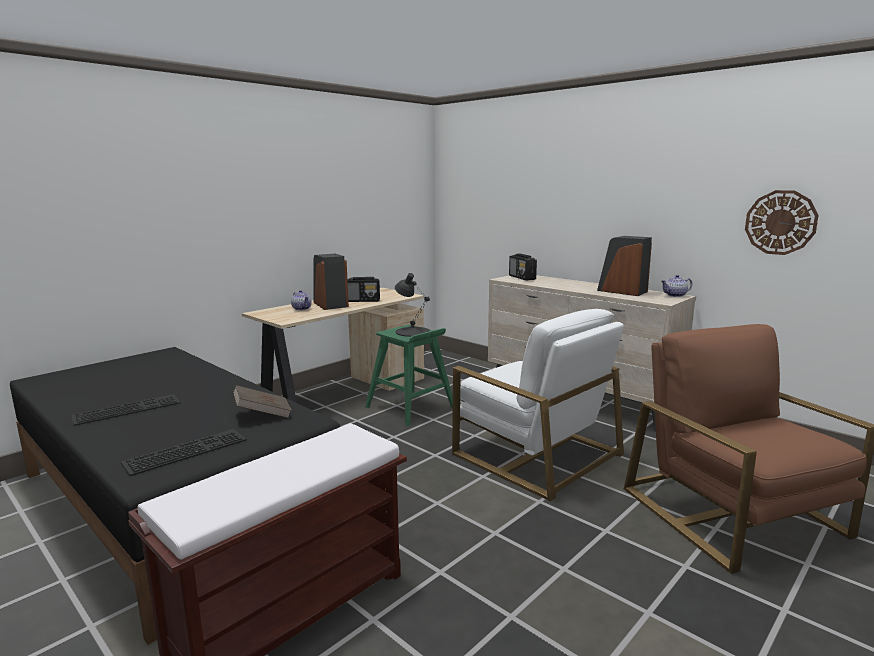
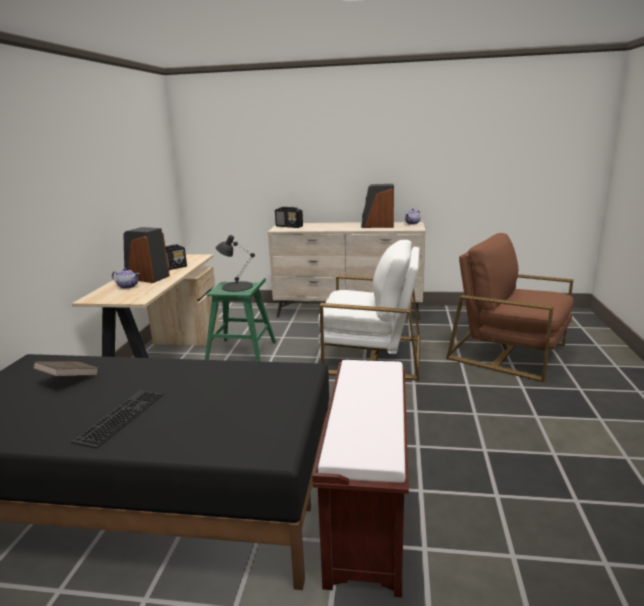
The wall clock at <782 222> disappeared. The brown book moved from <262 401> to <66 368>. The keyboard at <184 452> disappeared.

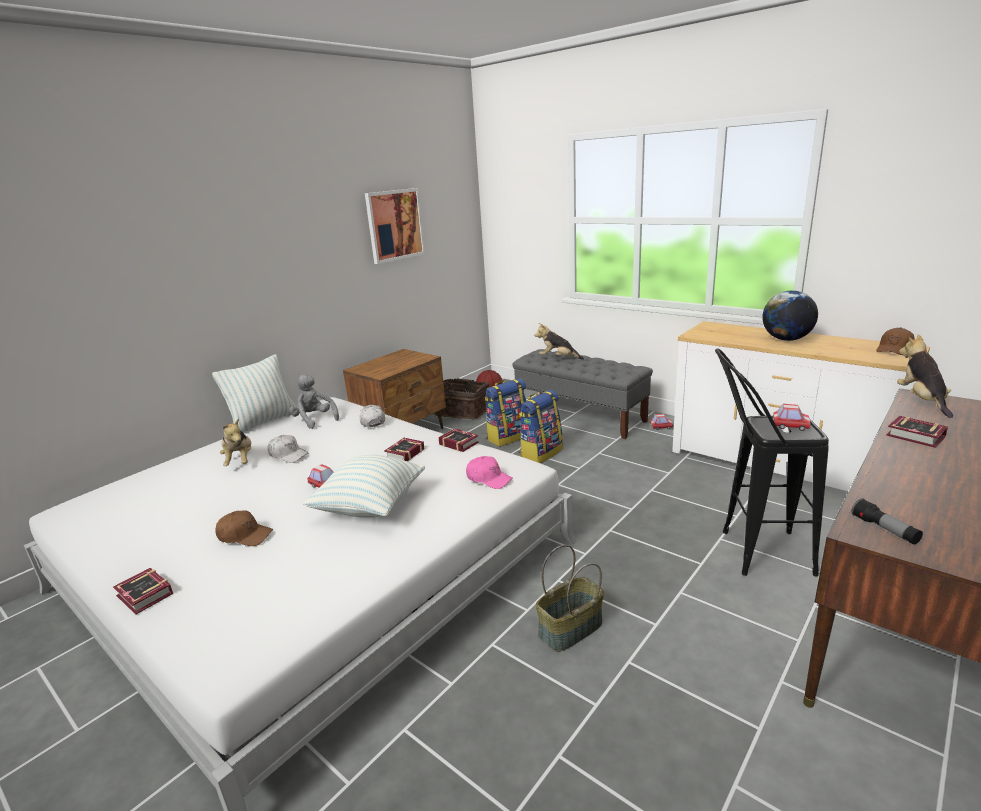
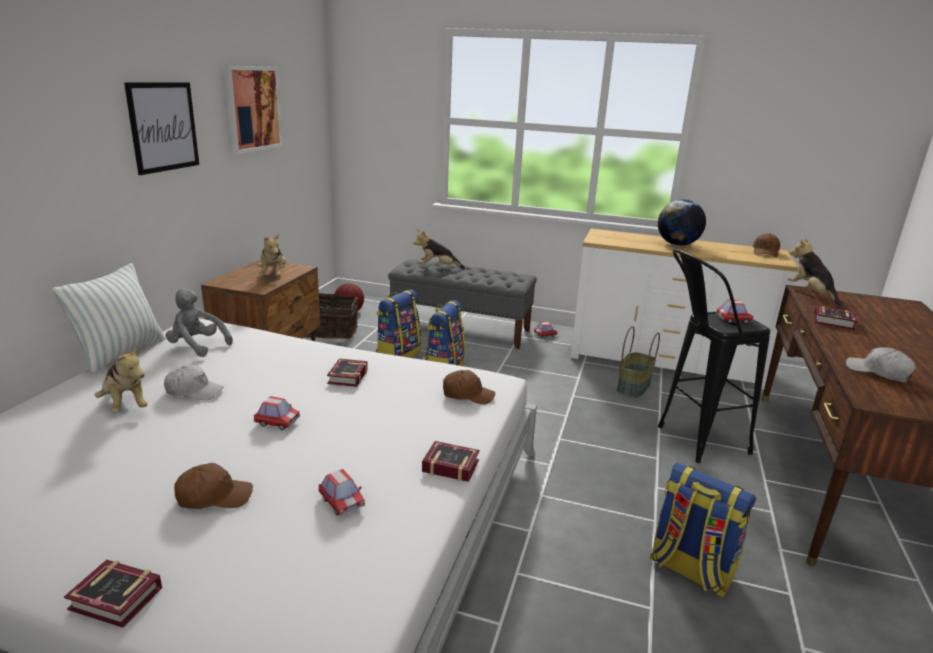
The white cap moved from <373 416> to <881 364>. The book moved from <459 440> to <451 461>. The pillow at <364 486> disappeared. The pink cap at <489 472> became the brown cap at <469 387>. The flashlight at <887 521> disappeared. The basket moved from <569 598> to <638 362>. The picture at <161 128> appeared. The plush toy at <272 255> appeared. The backpack at <703 530> appeared. The toy car at <341 492> appeared.

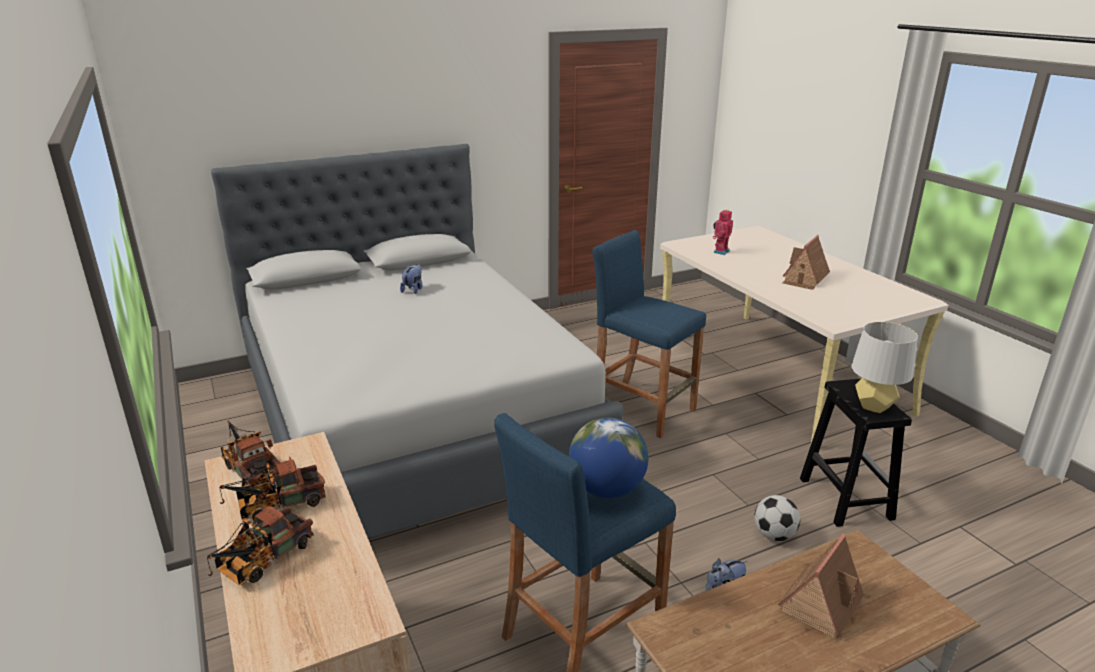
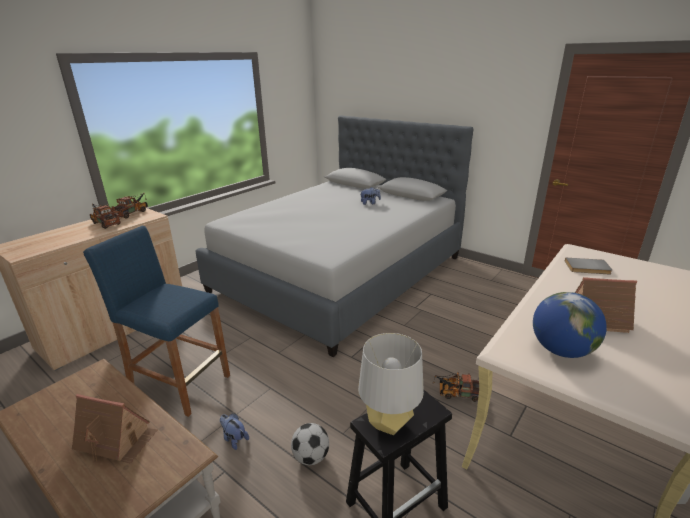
The toy robot at <723 232> was replaced by the grey book at <588 265>. The blue stool at <649 334> disappeared. The globe moved from <608 458> to <570 325>. The toy truck moved from <260 545> to <455 387>.

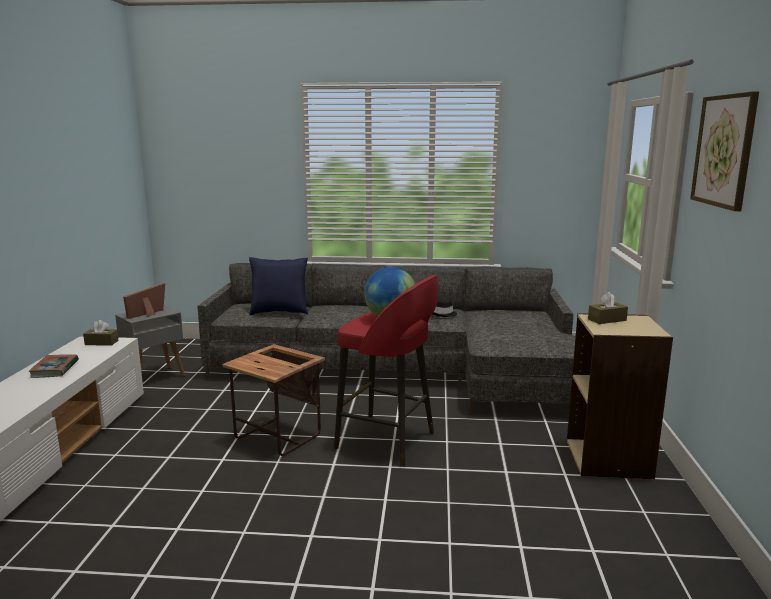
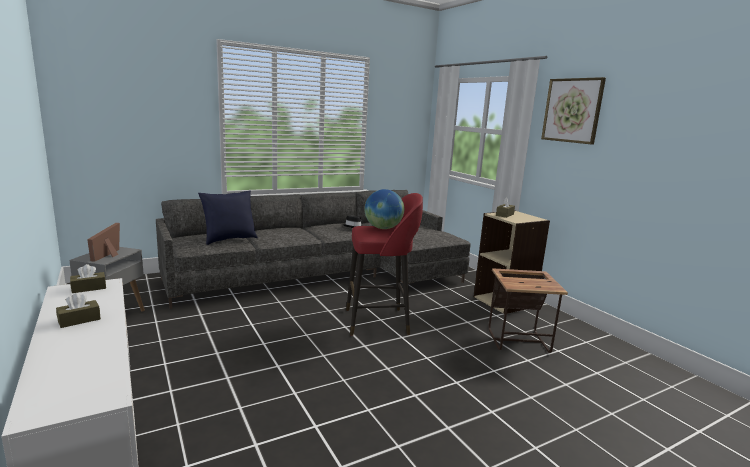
The side table moved from <273 400> to <528 310>. The book at <53 366> was replaced by the brown tissue box at <78 310>.

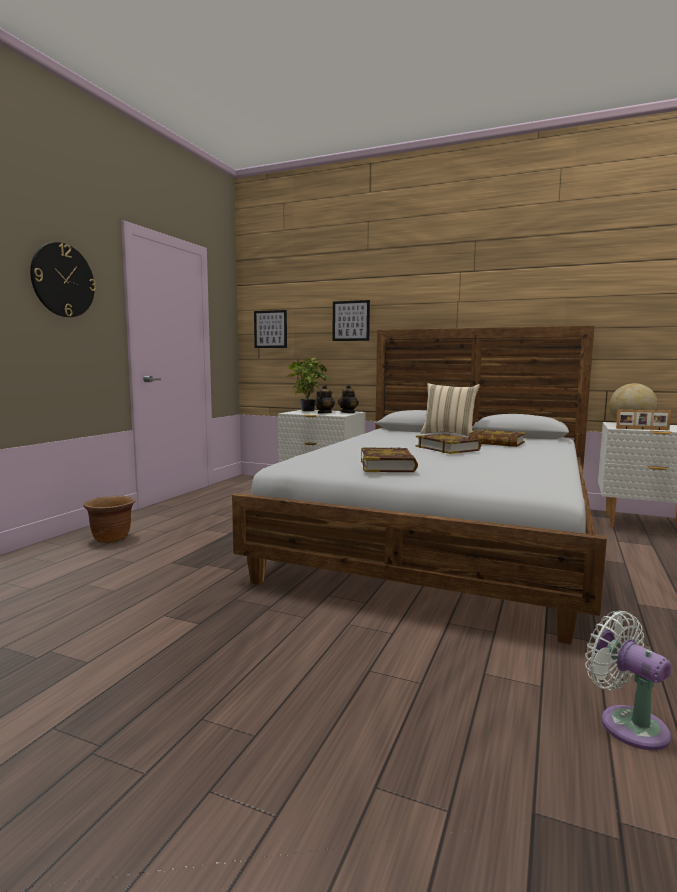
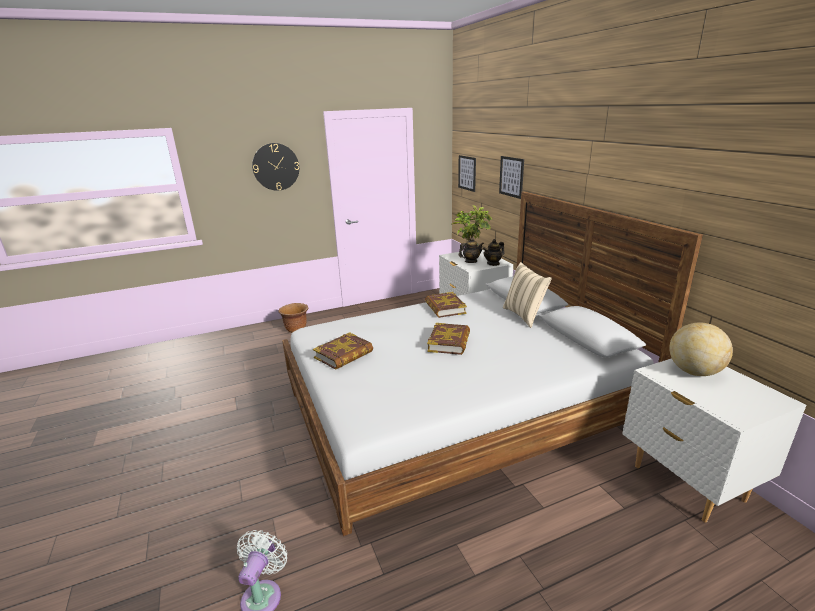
The picture frame at <643 420> disappeared. The book moved from <497 438> to <446 305>.

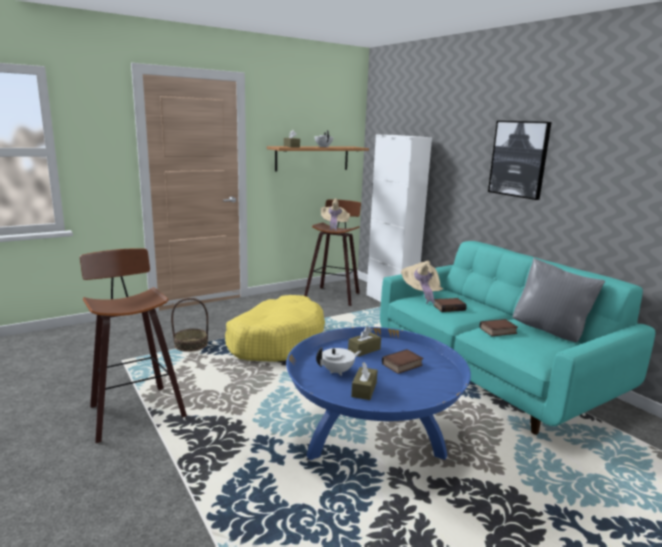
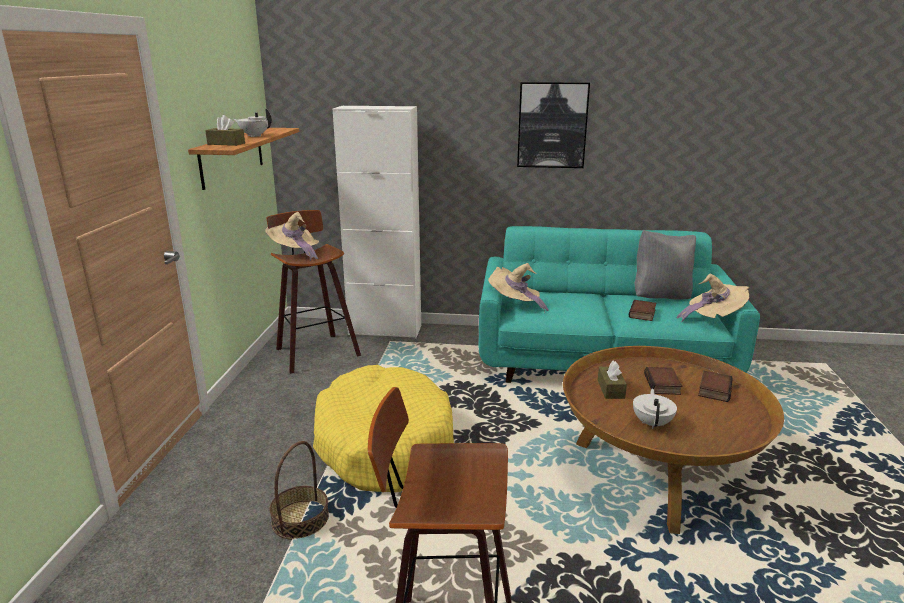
The book moved from <450 305> to <715 386>. The blue coffee table at <378 393> became the brown coffee table at <673 440>. The brown tissue box at <364 381> disappeared. The beige hat at <712 298> appeared.

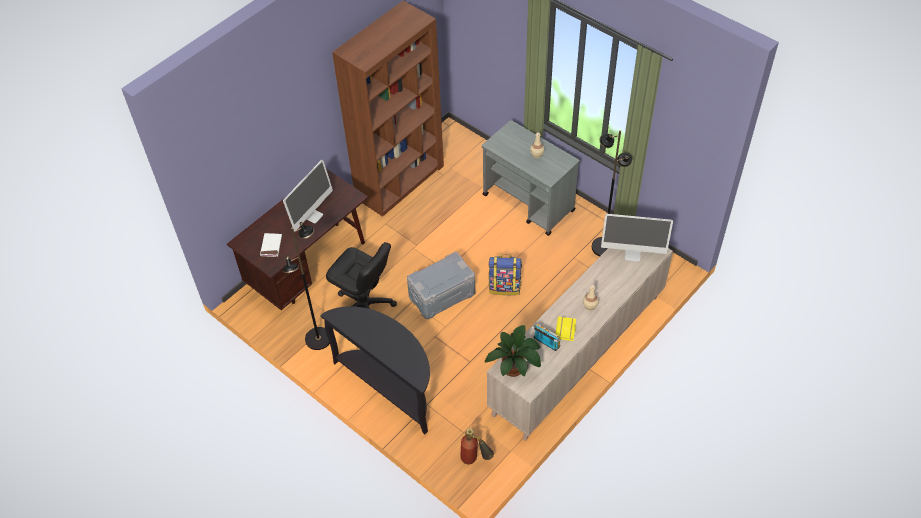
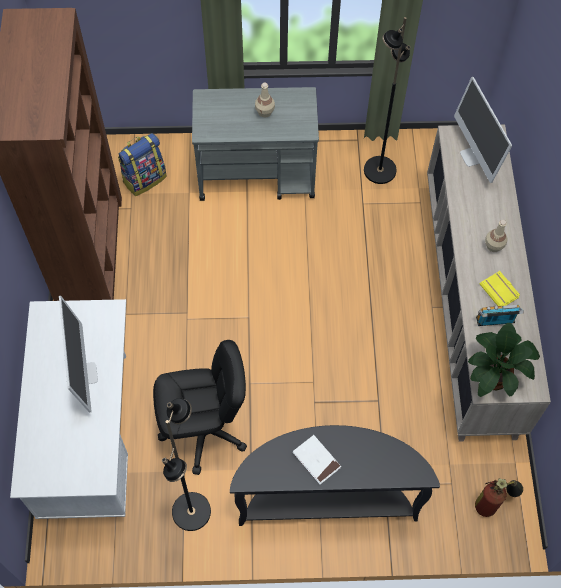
The brown desk at <297 239> became the white desk at <69 409>. The monitor at <637 238> turned 105 degrees clockwise. The white book moved from <271 245> to <317 459>. The grey storage box at <441 285> disappeared. The backpack moved from <505 274> to <142 164>.

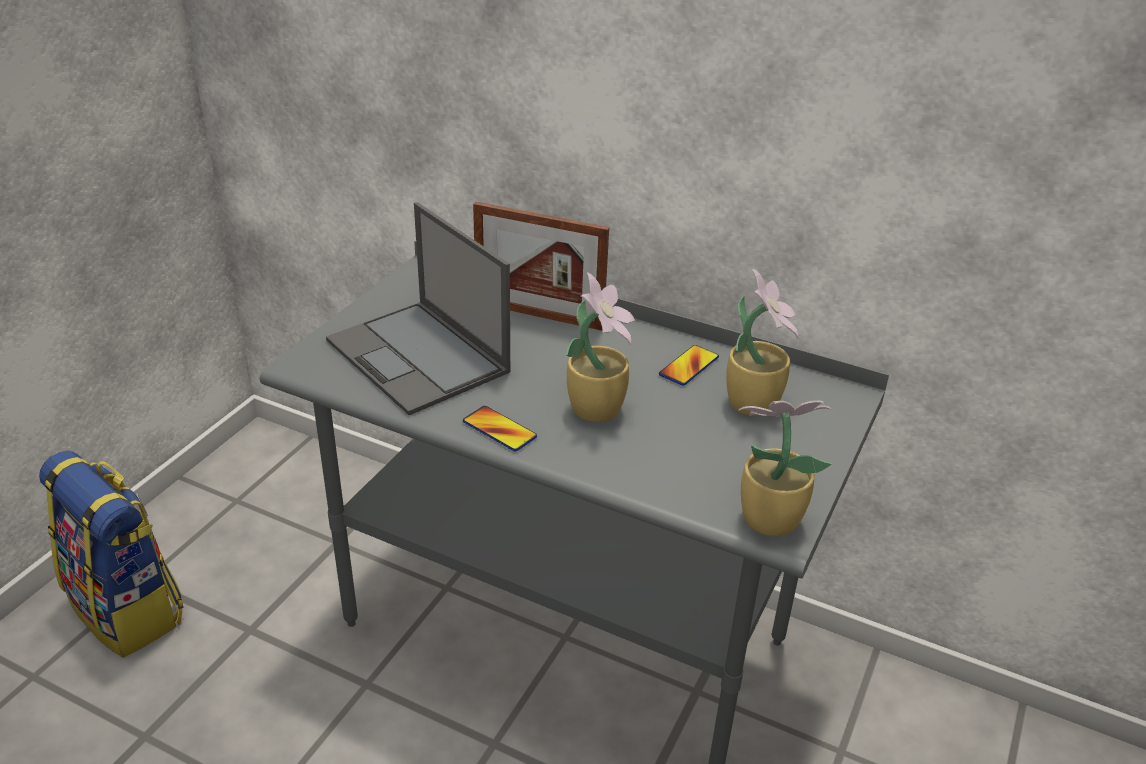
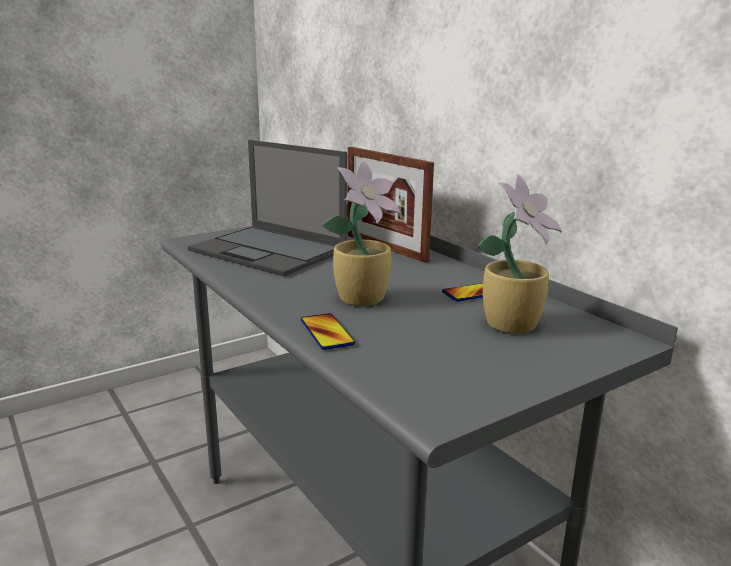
The laptop at <418 308> turned 45 degrees counterclockwise. The potted plant at <785 468> disappeared. The phone moved from <500 428> to <328 331>. The backpack at <111 554> disappeared.

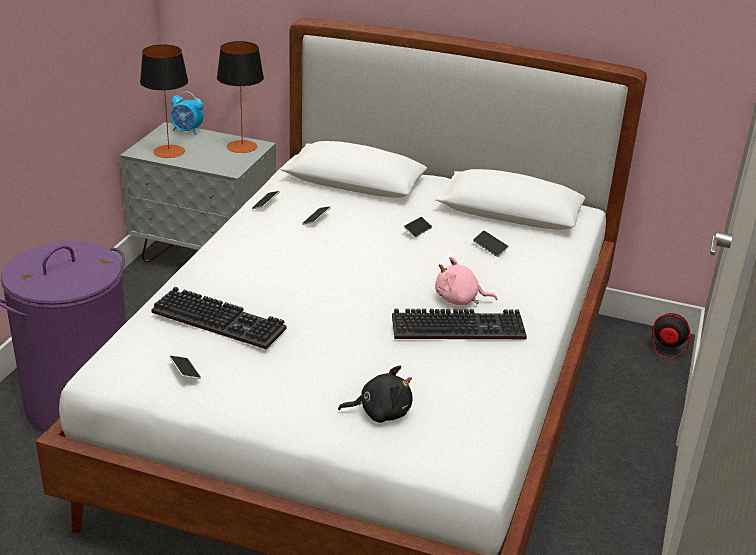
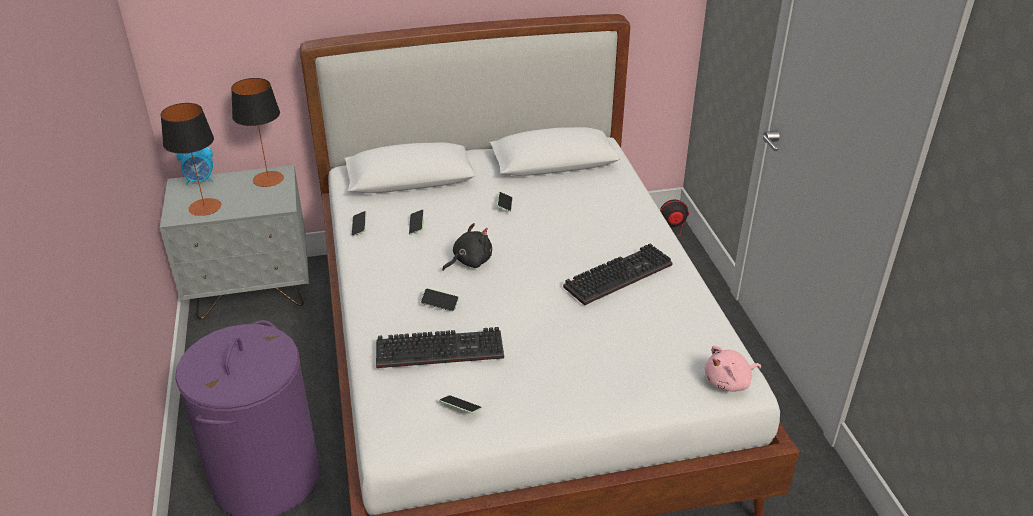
The phone moved from <491 243> to <440 300>. The pink plush toy moved from <466 280> to <733 369>. The black plush toy moved from <375 394> to <467 247>.

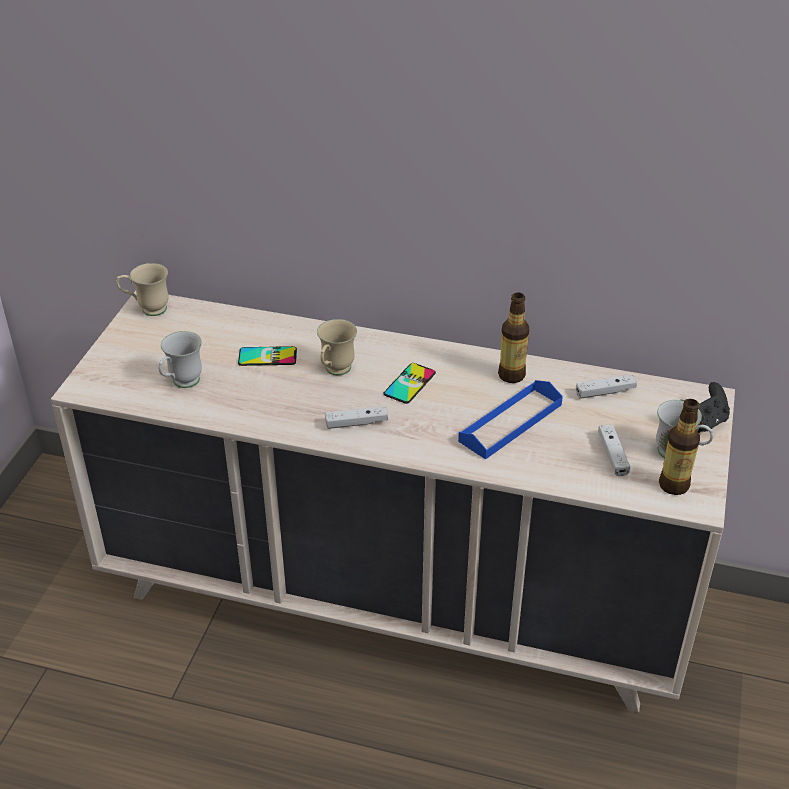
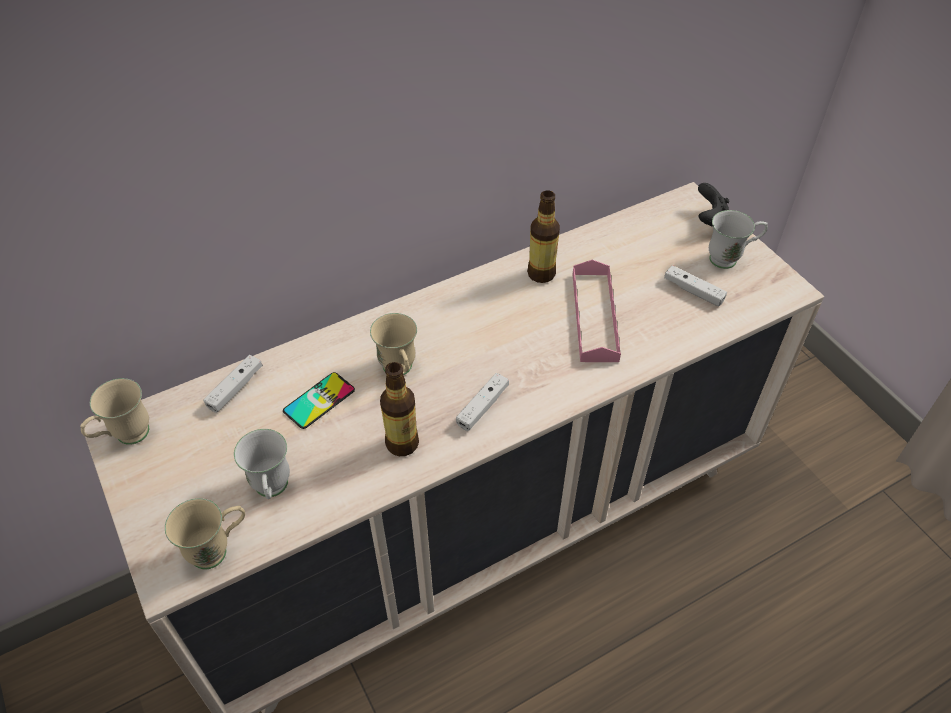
The phone at <410 383> disappeared. The white game controller moved from <606 386> to <233 384>. The blue tray at <510 419> became the pink tray at <597 311>. The bottle moved from <679 447> to <399 409>. The beige mug at <205 533> appeared.

